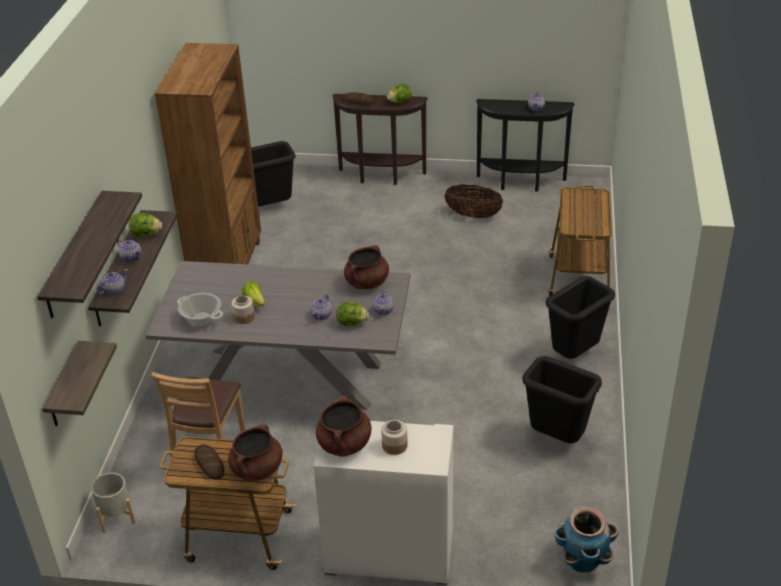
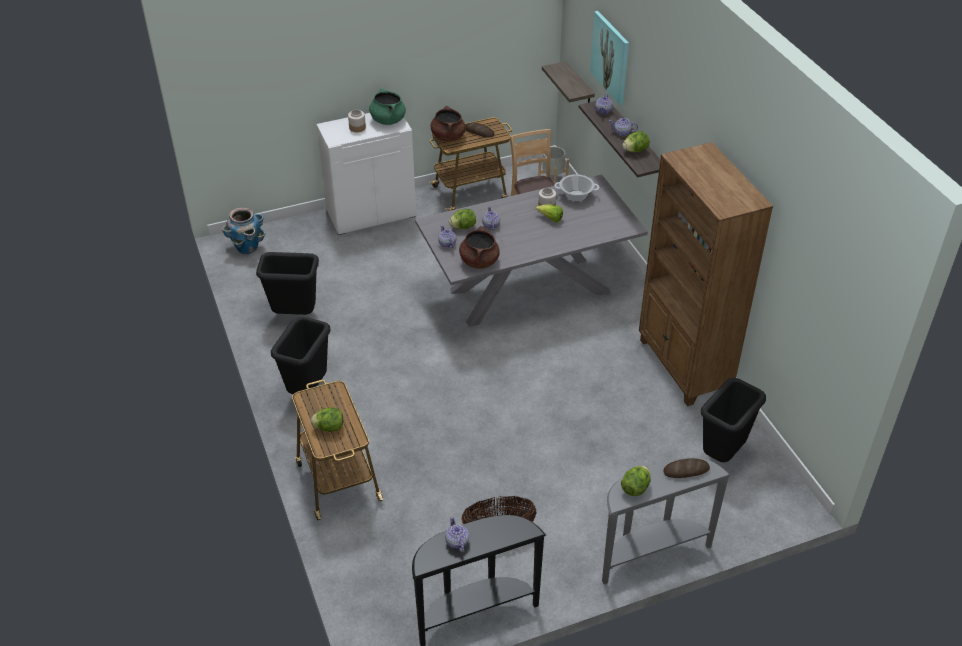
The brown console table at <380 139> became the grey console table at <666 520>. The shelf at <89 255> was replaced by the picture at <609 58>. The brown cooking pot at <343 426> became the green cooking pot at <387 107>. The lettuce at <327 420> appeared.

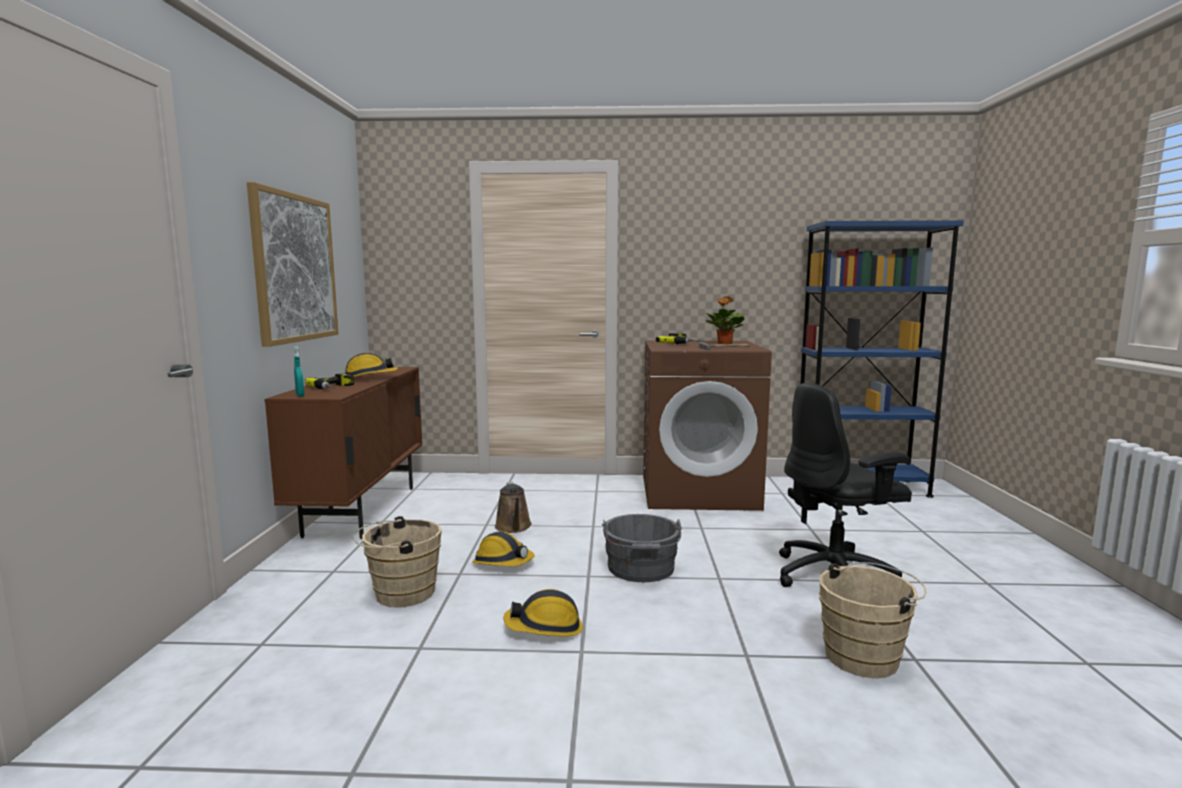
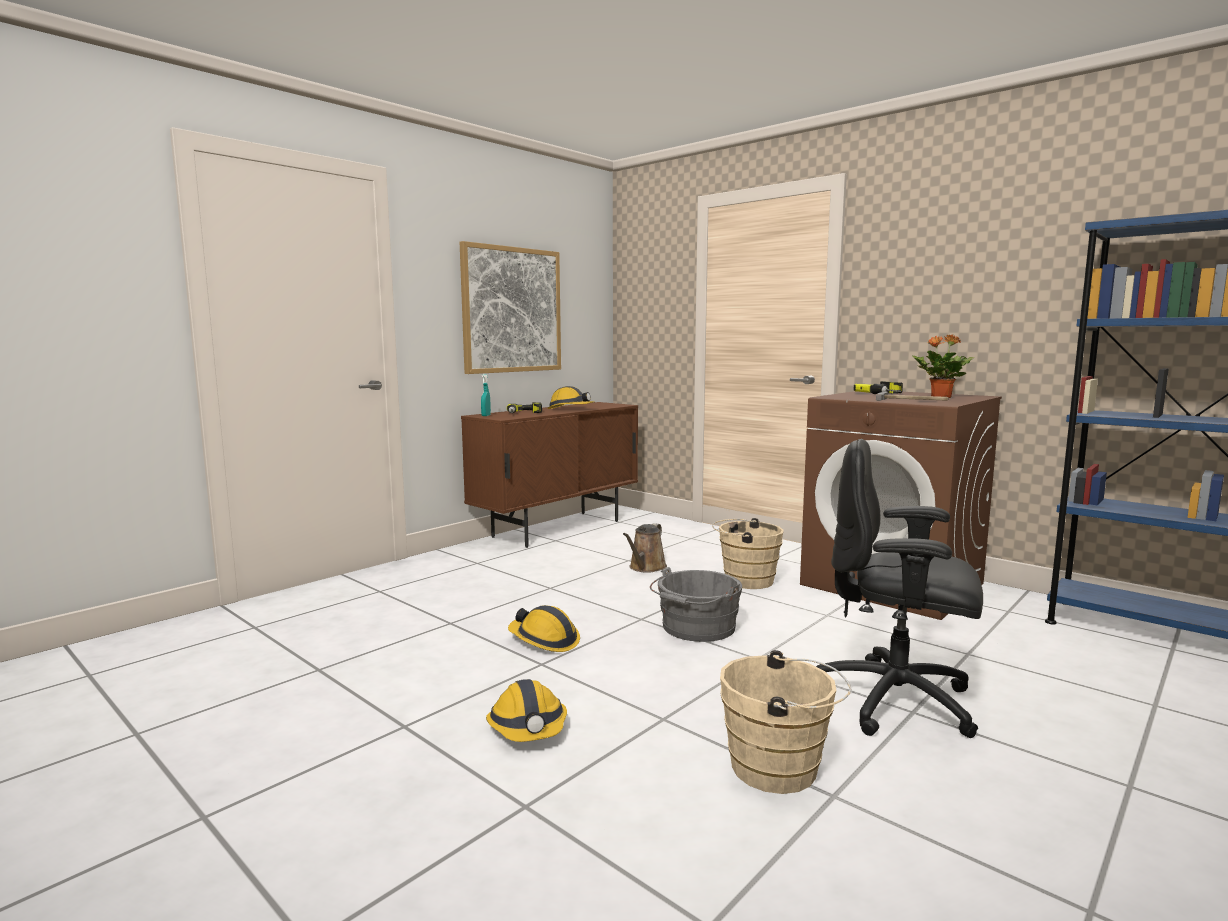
The beige bucket moved from <397 562> to <748 553>. The hard hat moved from <503 549> to <526 710>.

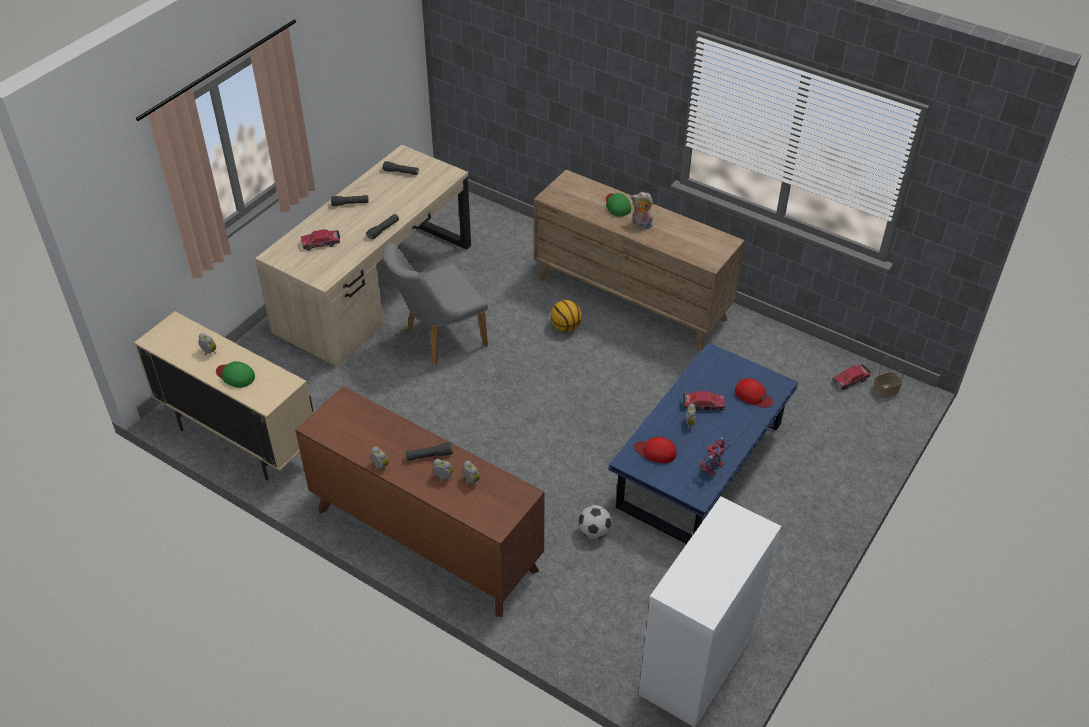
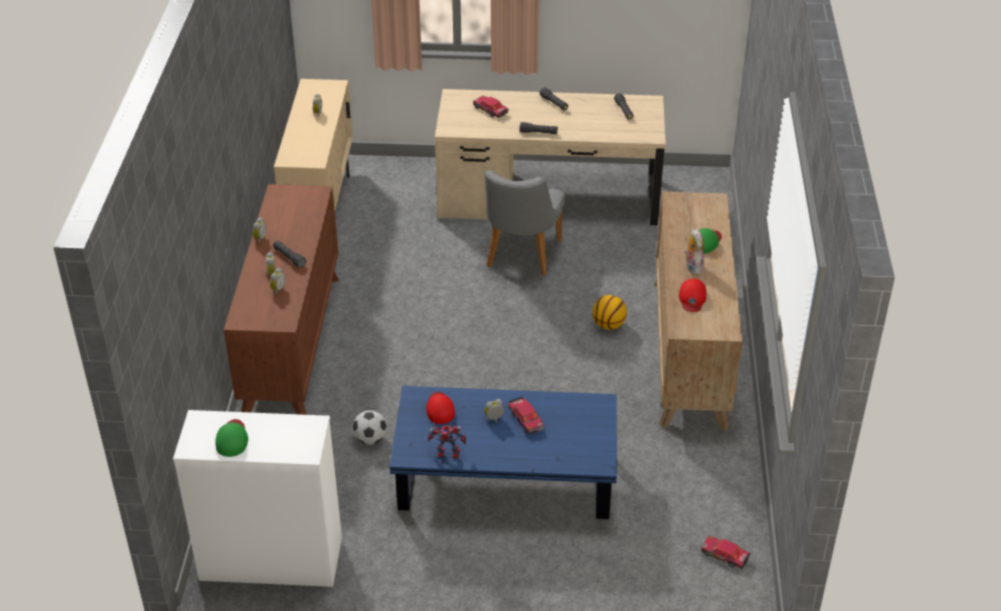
The grey chair at <436 304> turned 105 degrees counterclockwise. The basket at <888 377> disappeared. The green cap moved from <235 374> to <231 438>. The red cap moved from <754 393> to <692 295>.

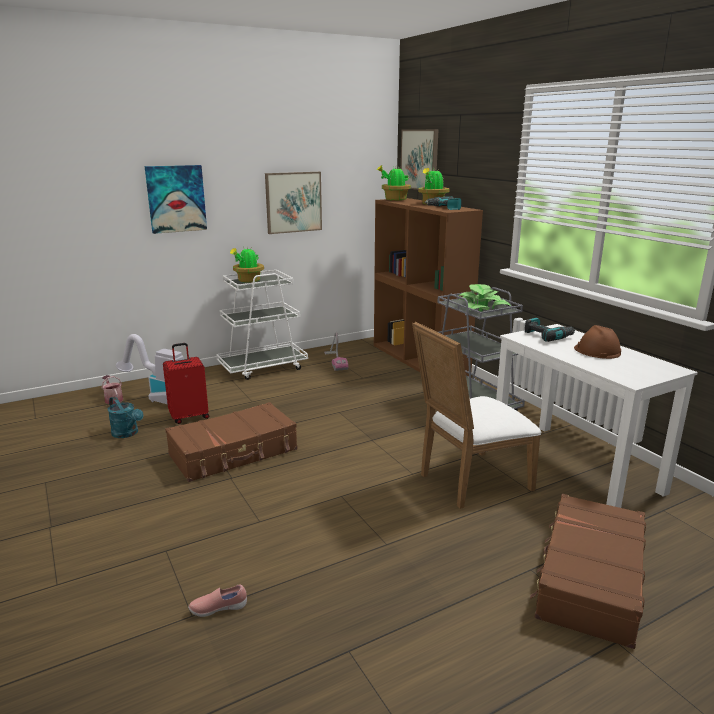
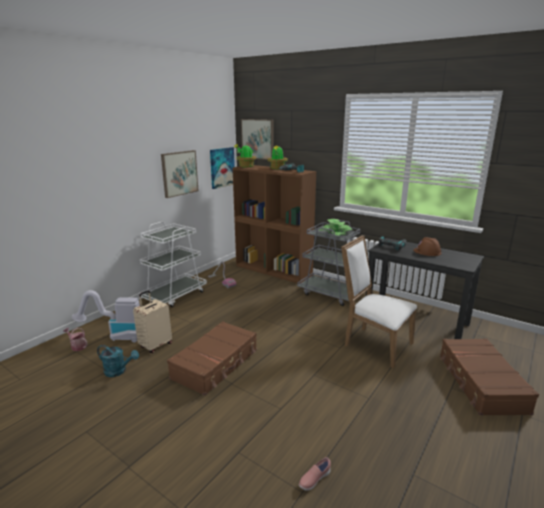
The picture moved from <176 199> to <222 168>. The potted plant at <247 264> disappeared. The white chair at <476 415> turned 90 degrees clockwise. The white desk at <597 416> became the black desk at <424 288>. The red suitcase at <186 383> became the beige suitcase at <152 321>.

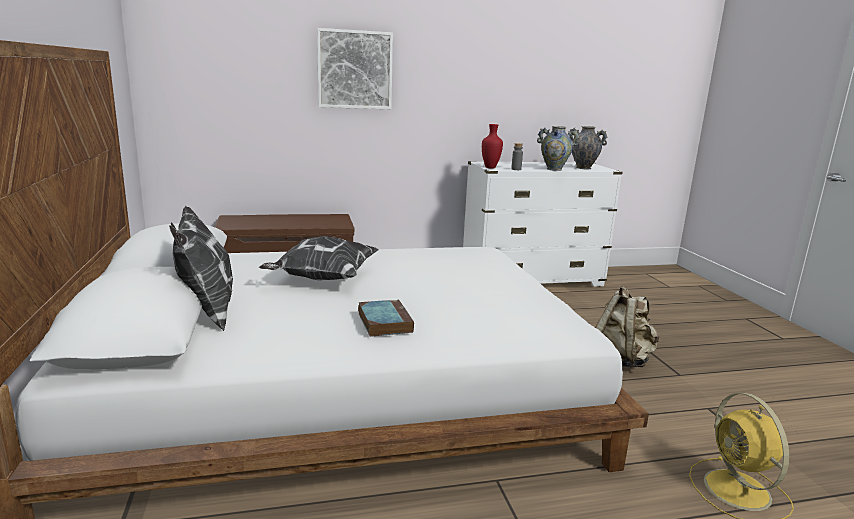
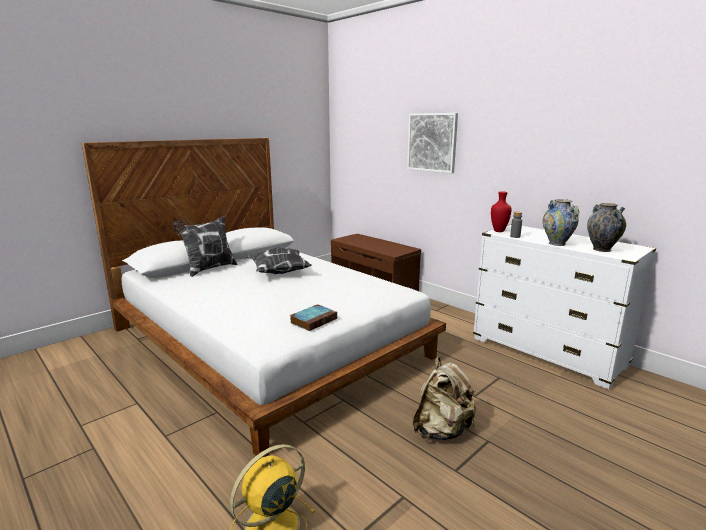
The book moved from <386 318> to <313 317>.

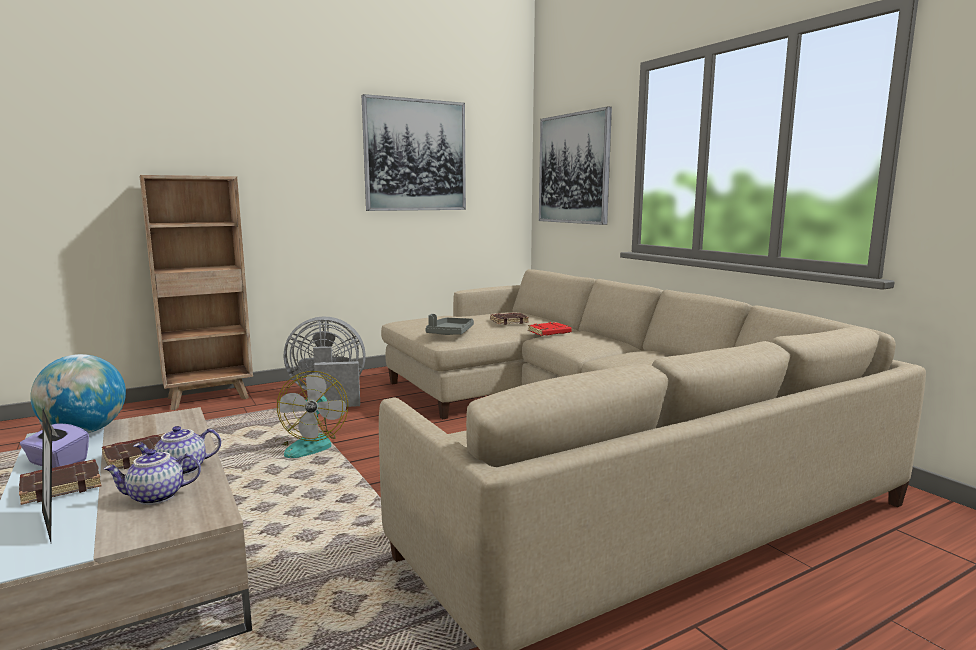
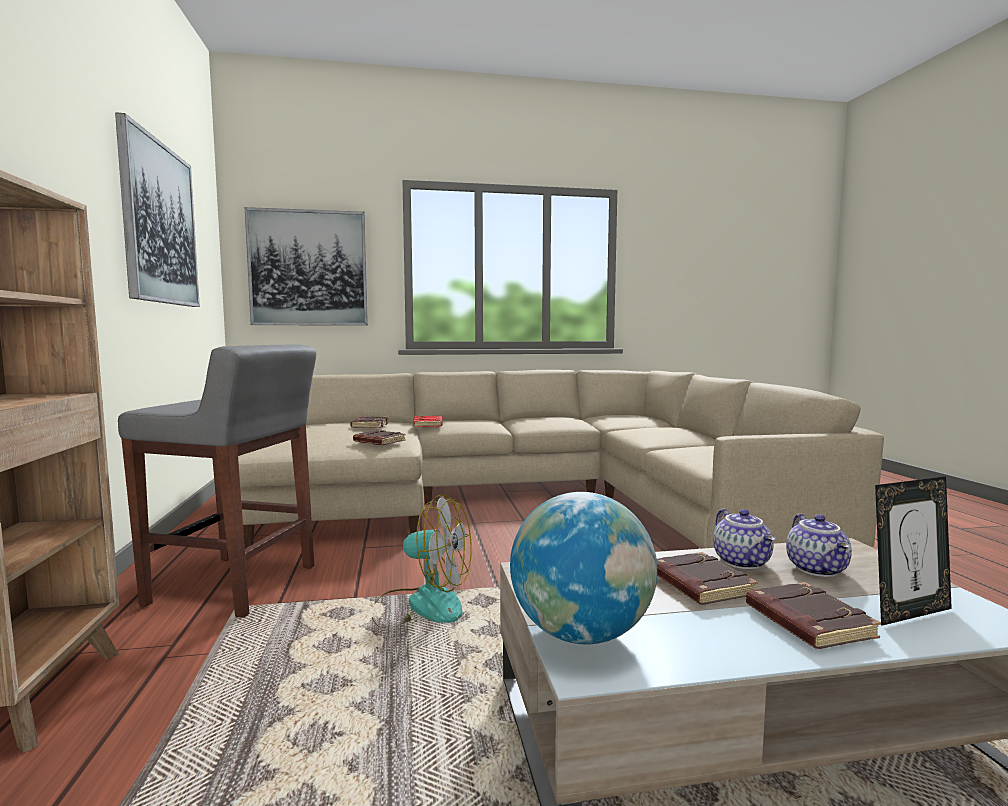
The grey tray at <449 324> was replaced by the brown book at <379 437>. The grey fan at <325 361> was replaced by the grey stool at <217 481>. The purple tissue box at <54 444> disappeared.

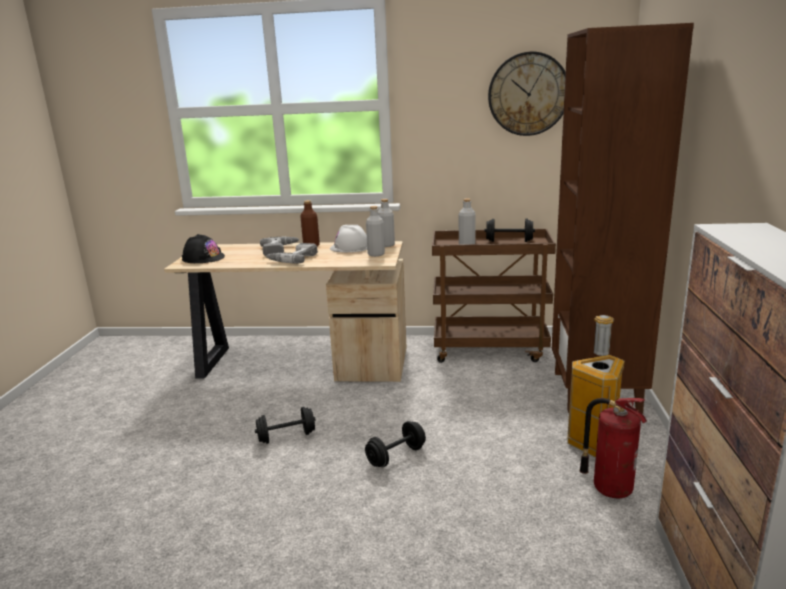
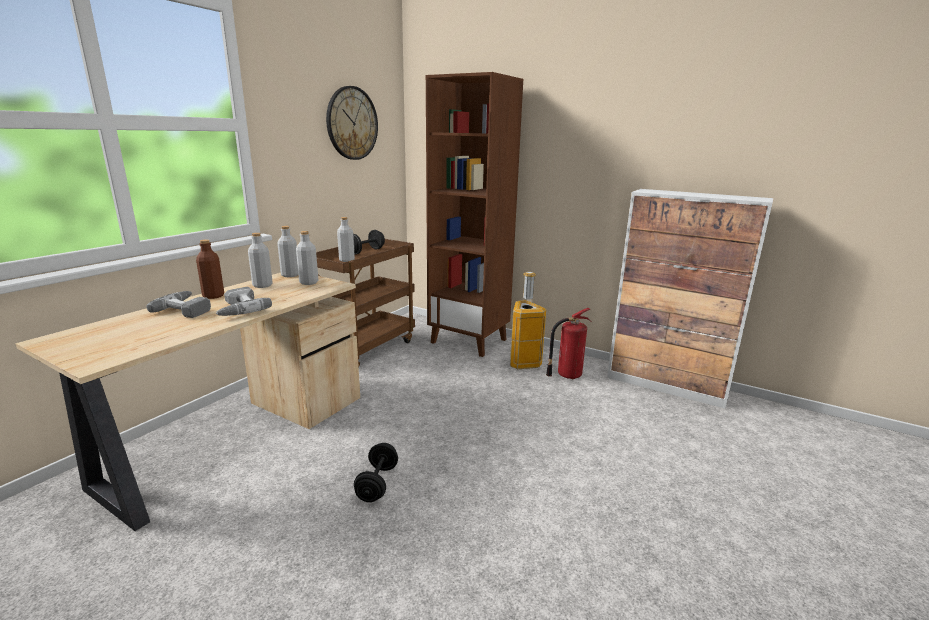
The white hard hat at <348 238> was replaced by the grey bottle at <260 260>. The black hard hat at <203 248> disappeared. The black dumbbell at <395 444> disappeared.

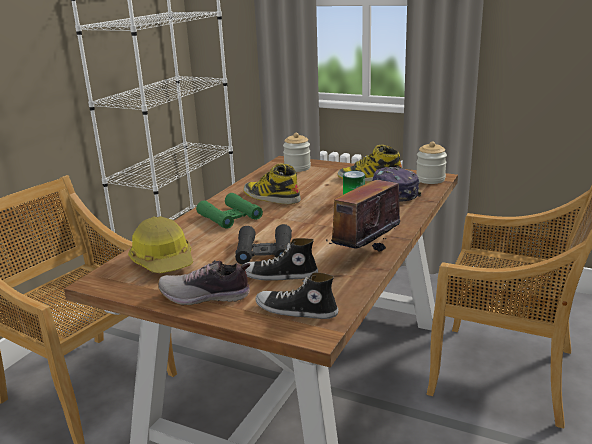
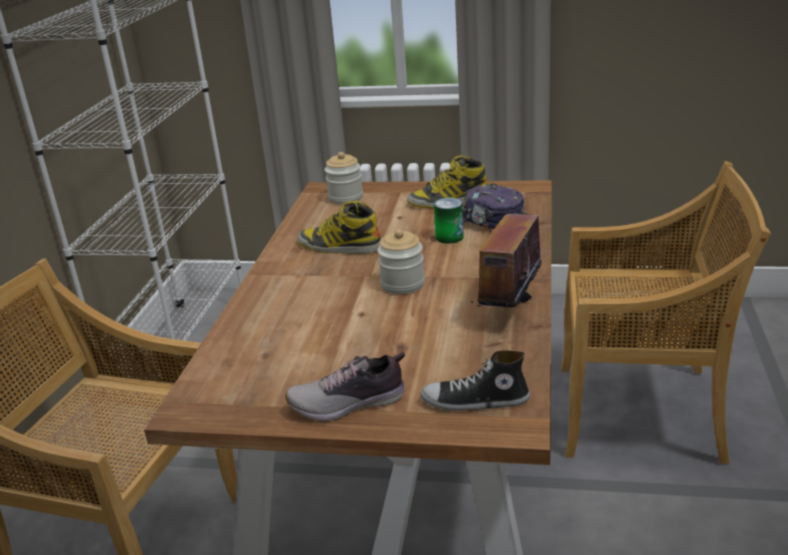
The jar moved from <431 162> to <401 261>. The green binoculars at <229 211> disappeared. The hard hat at <160 244> disappeared. The black binoculars at <263 244> disappeared. The shoe at <280 259> disappeared.

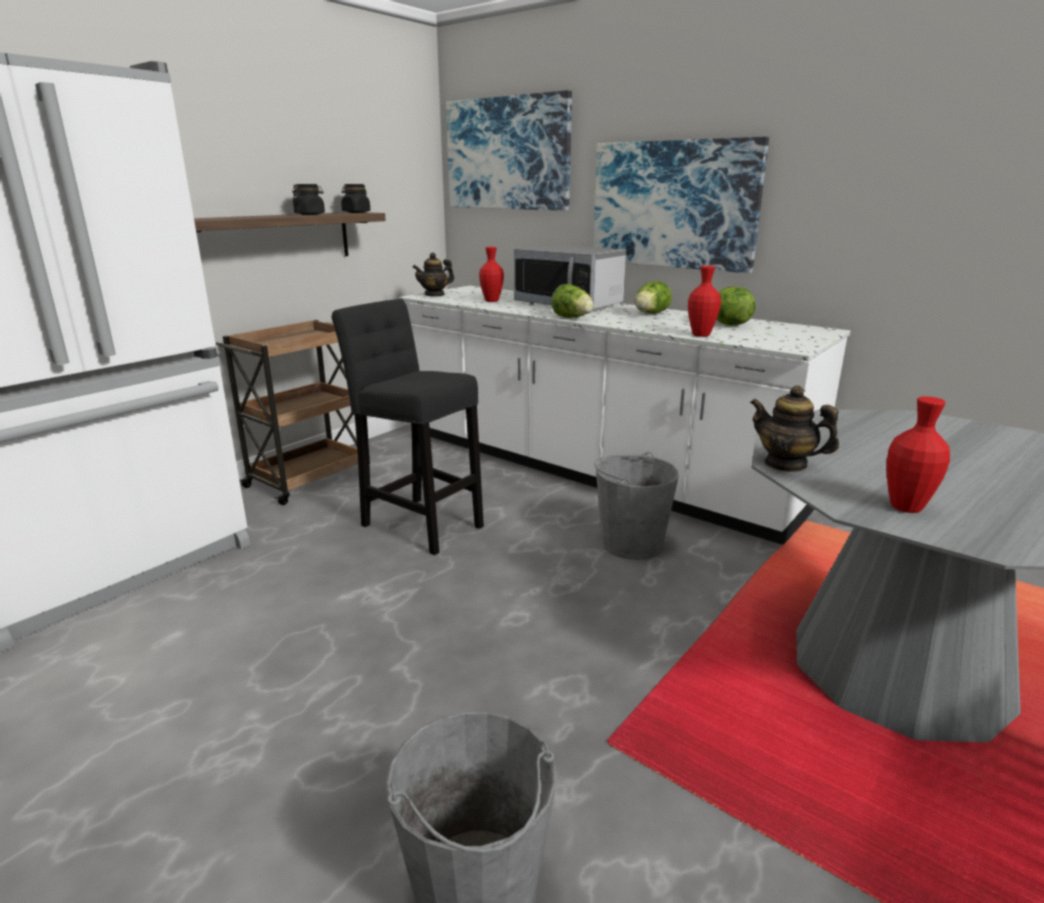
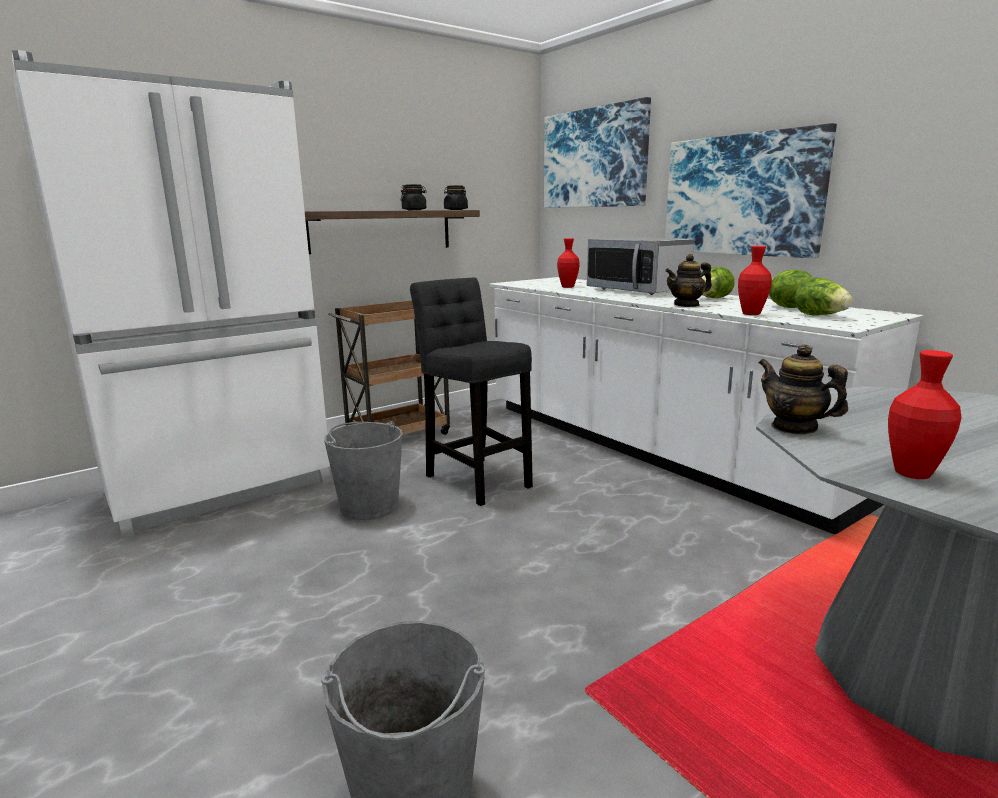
The teapot moved from <433 274> to <688 280>. The lettuce moved from <572 301> to <824 296>. The grey bucket moved from <636 506> to <363 470>.

